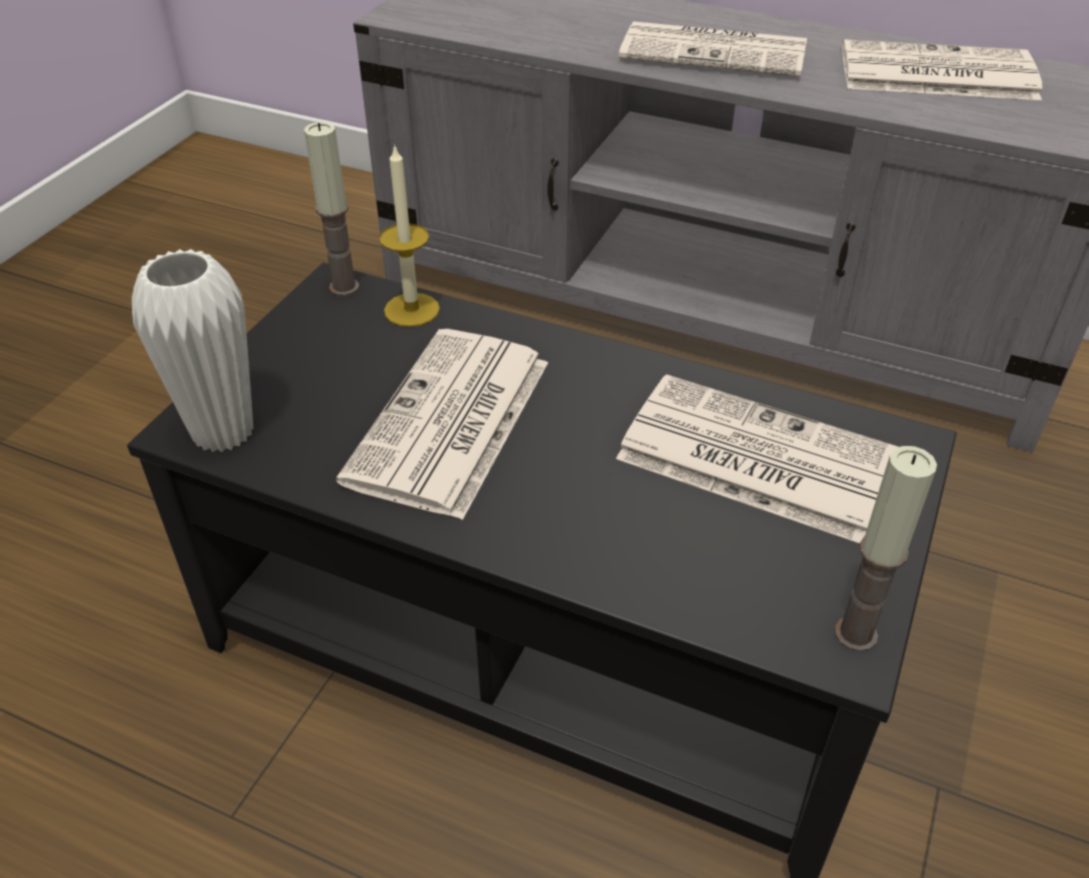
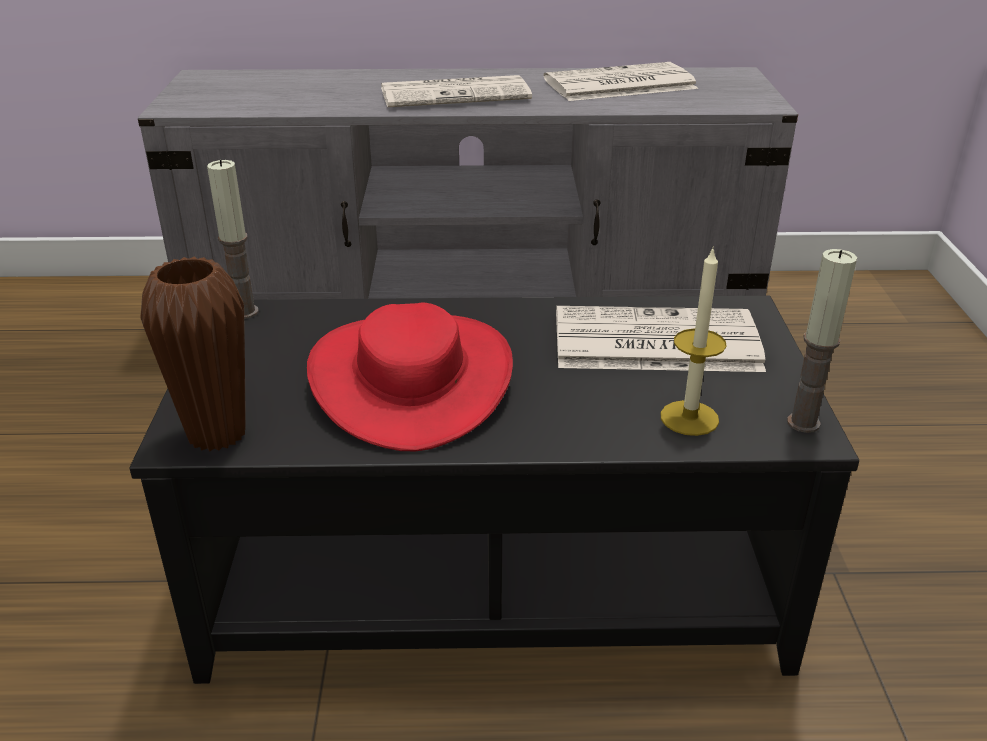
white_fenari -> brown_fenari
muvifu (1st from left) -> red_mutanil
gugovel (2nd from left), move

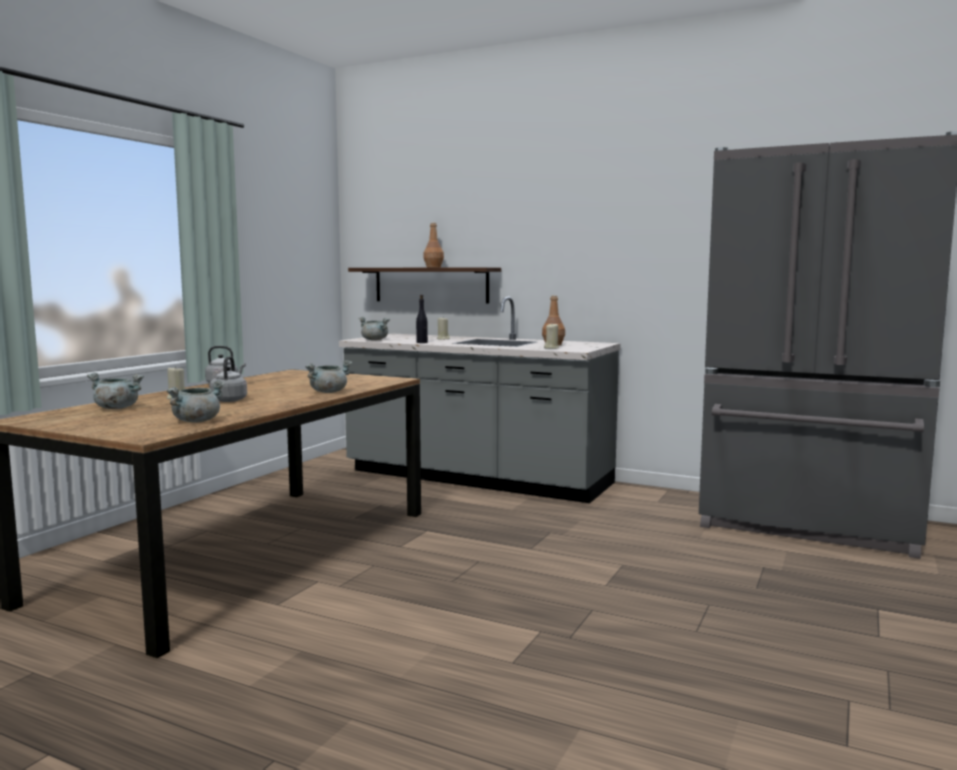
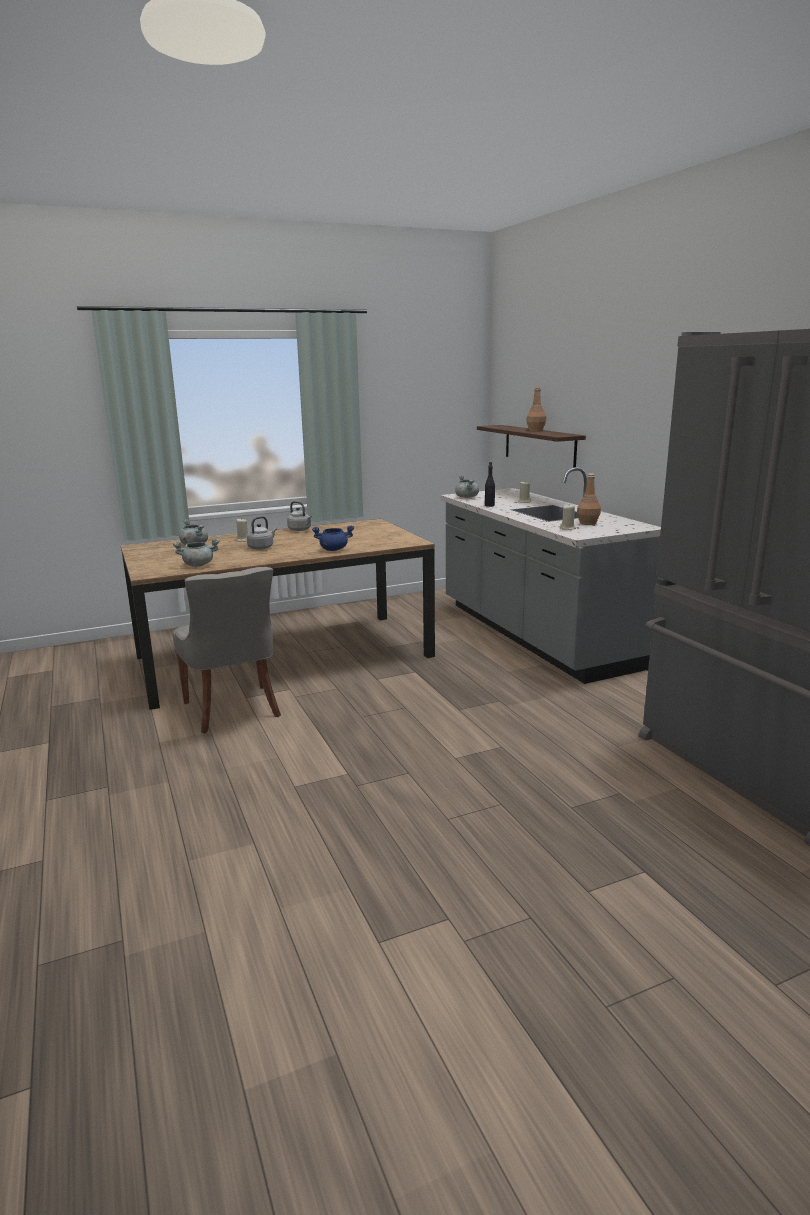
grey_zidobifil (3rd from left) -> blue_zidobifil
none -> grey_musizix

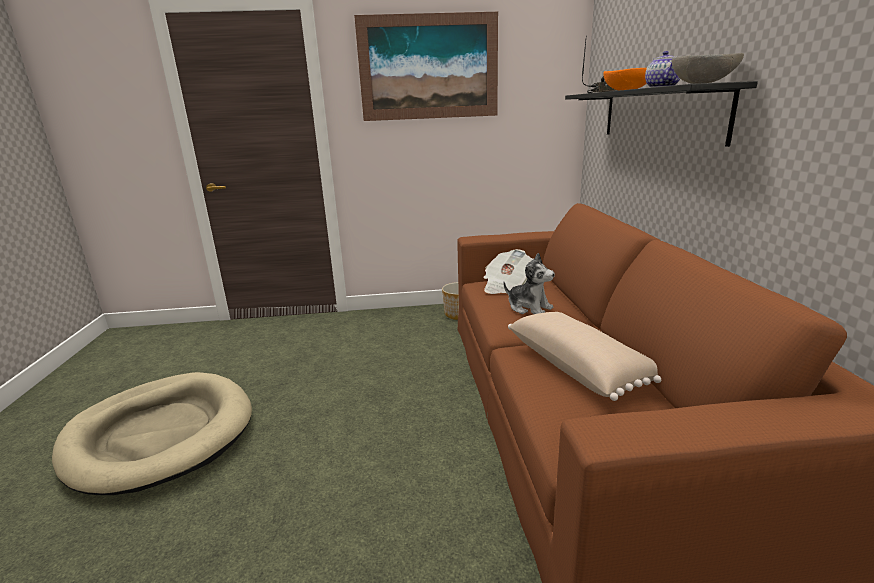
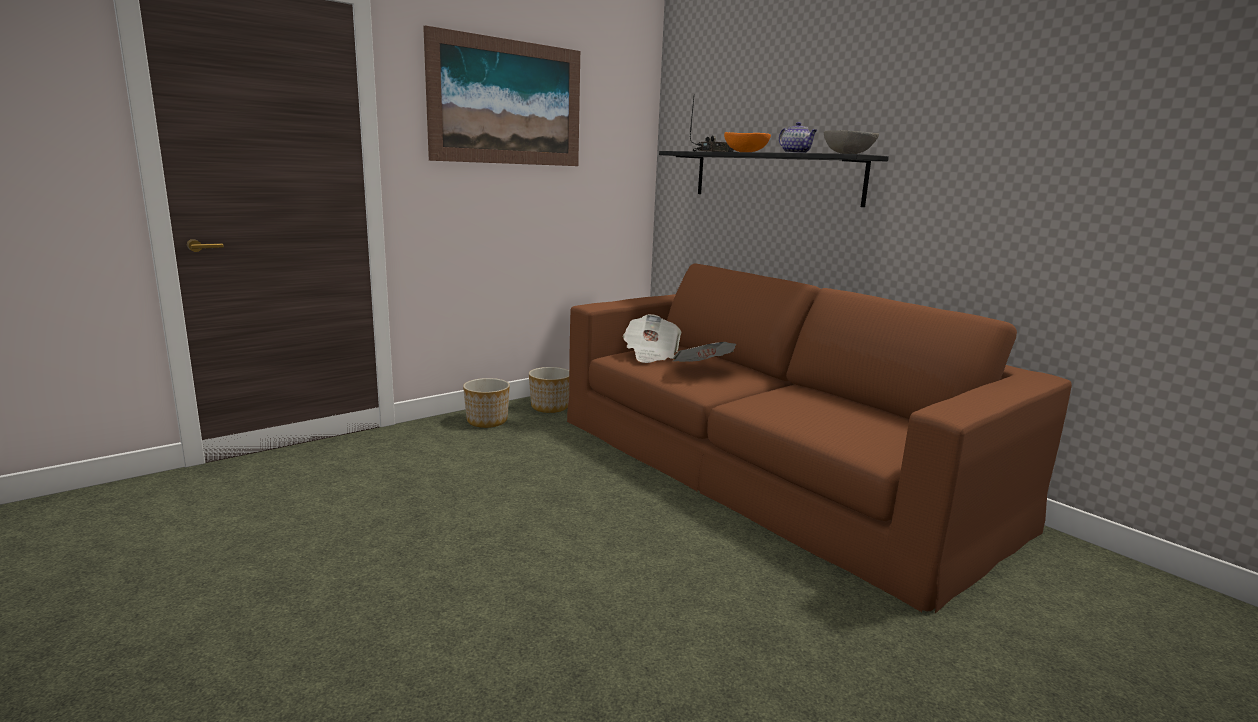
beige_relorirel -> none
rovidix -> muvifu (2nd from left)
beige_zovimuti -> none
none -> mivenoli (1st from left)

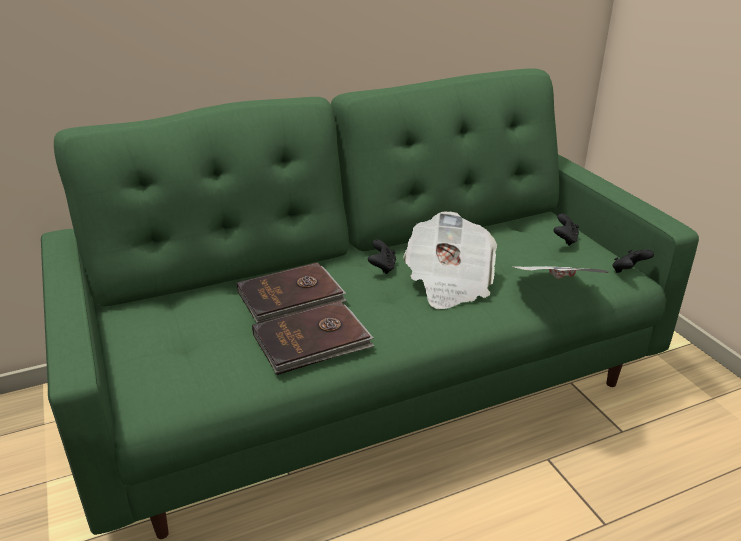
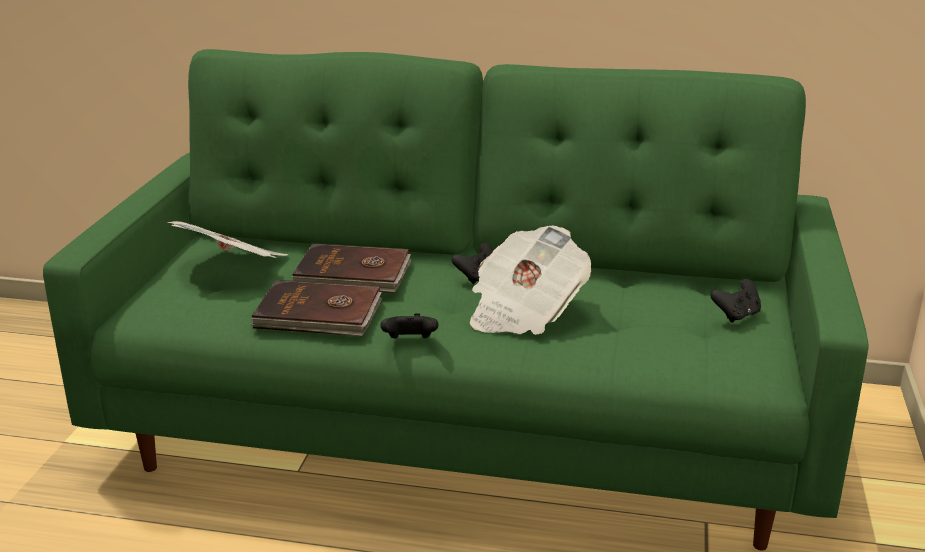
muvifu (2nd from left in the first image) -> muvifu (1st from left), move
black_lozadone (3rd from left in the first image) -> black_lozadone (1st from left), move

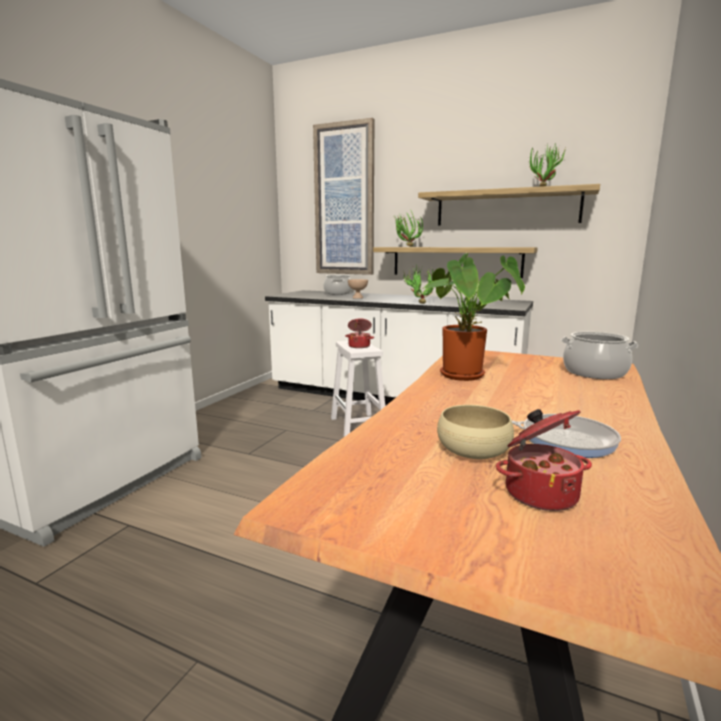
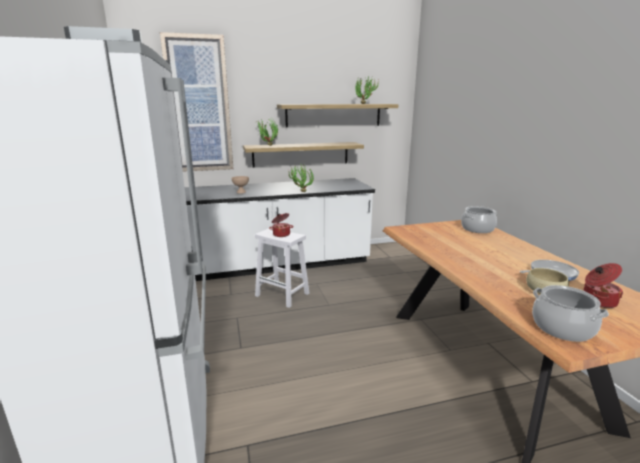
zidobifil (1st from left in the first image) -> zidobifil (3rd from left), move
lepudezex (3rd from left) -> none

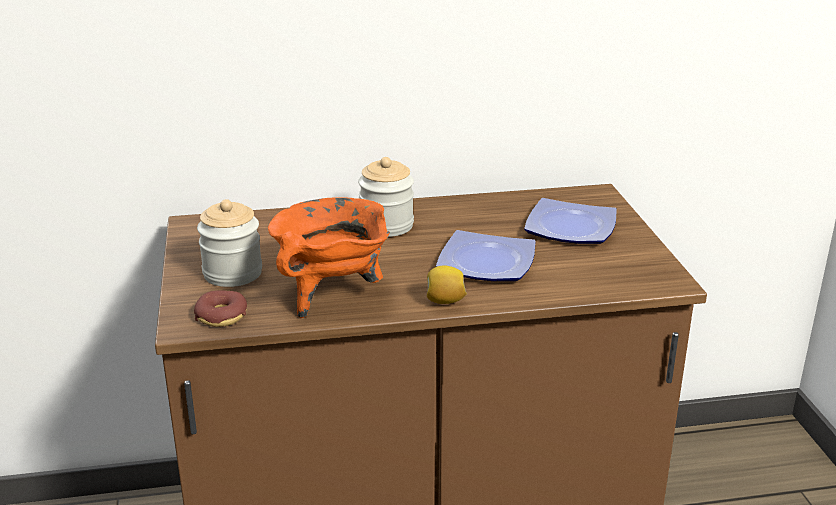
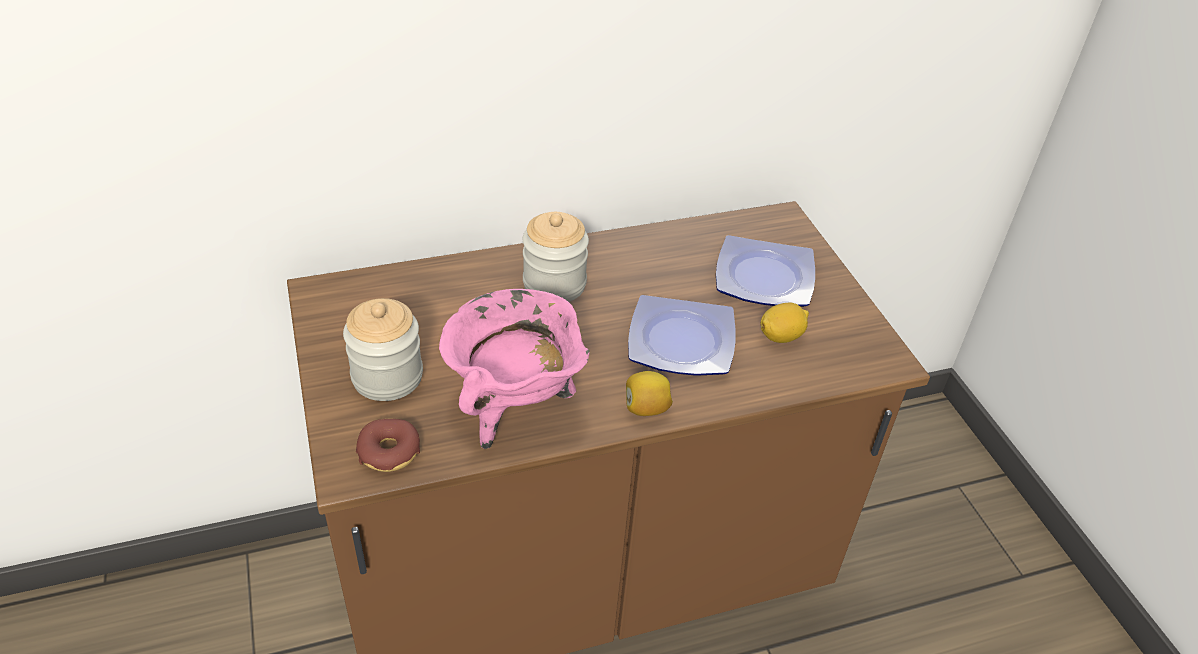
orange_zidobifil -> pink_zidobifil
none -> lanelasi (2nd from left)

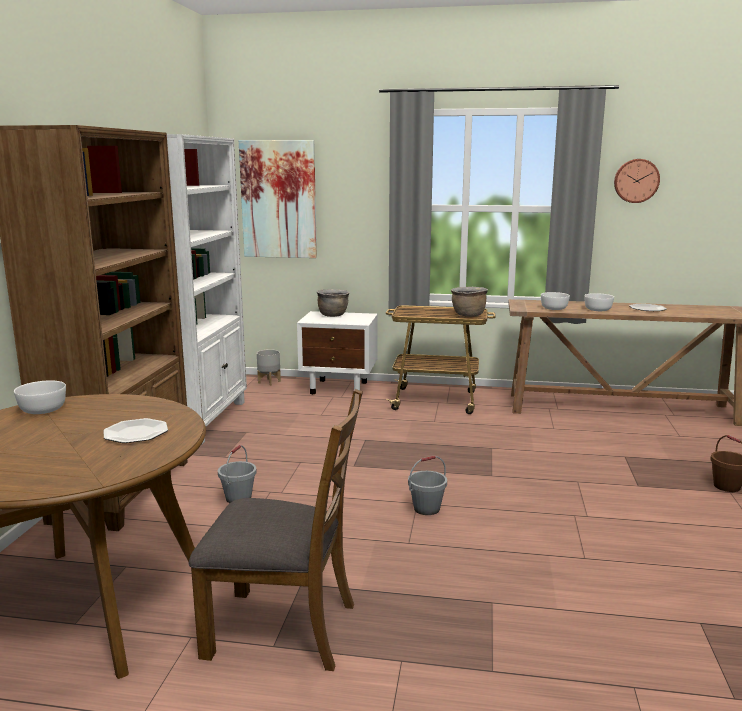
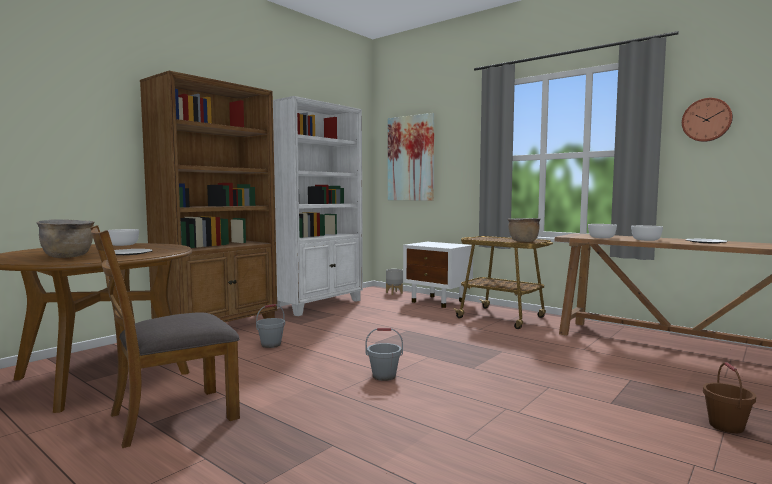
brown_musizix, 105 degrees clockwise
brown_zidobifil (1st from left), move

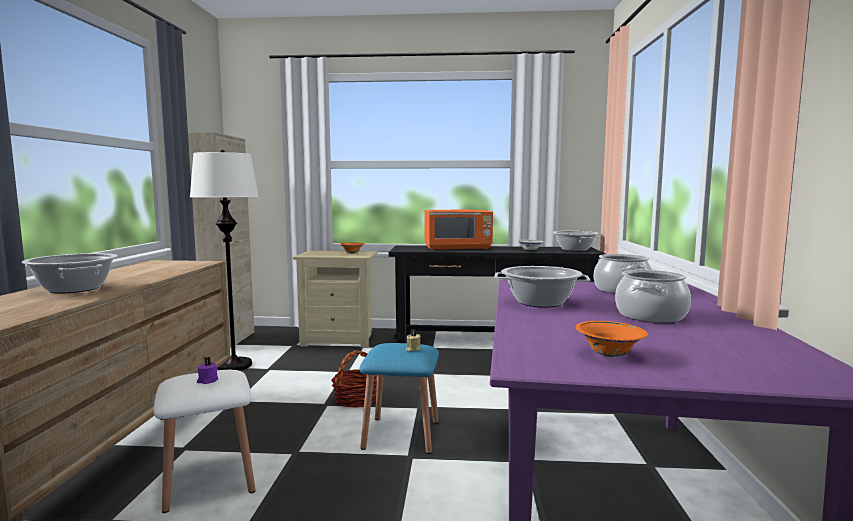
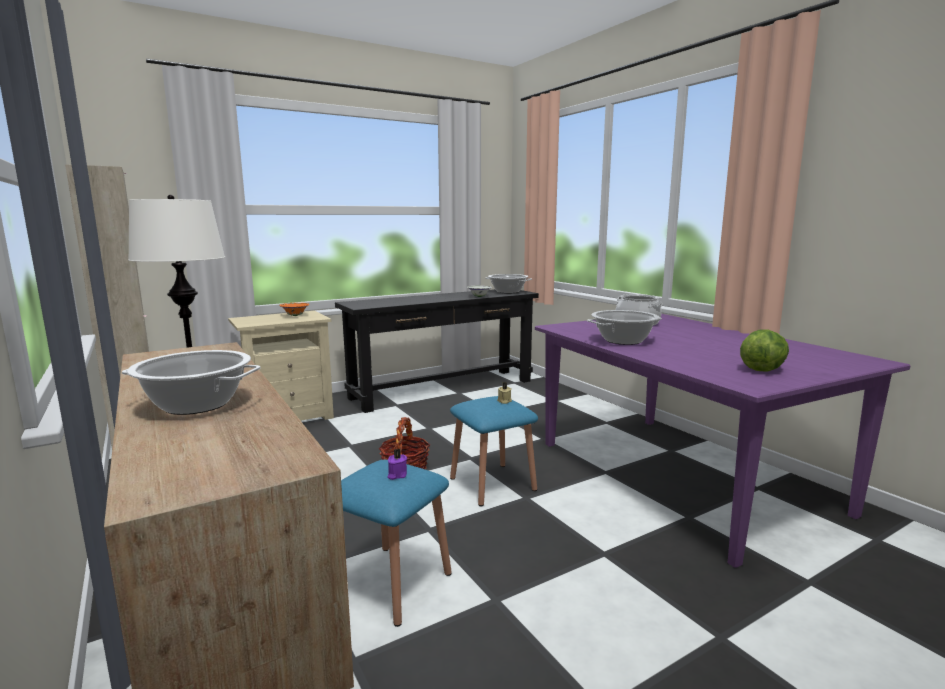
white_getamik -> blue_getamik (1st from left)
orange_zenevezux -> none
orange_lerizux (2nd from left) -> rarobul
zidobifil (5th from left) -> none

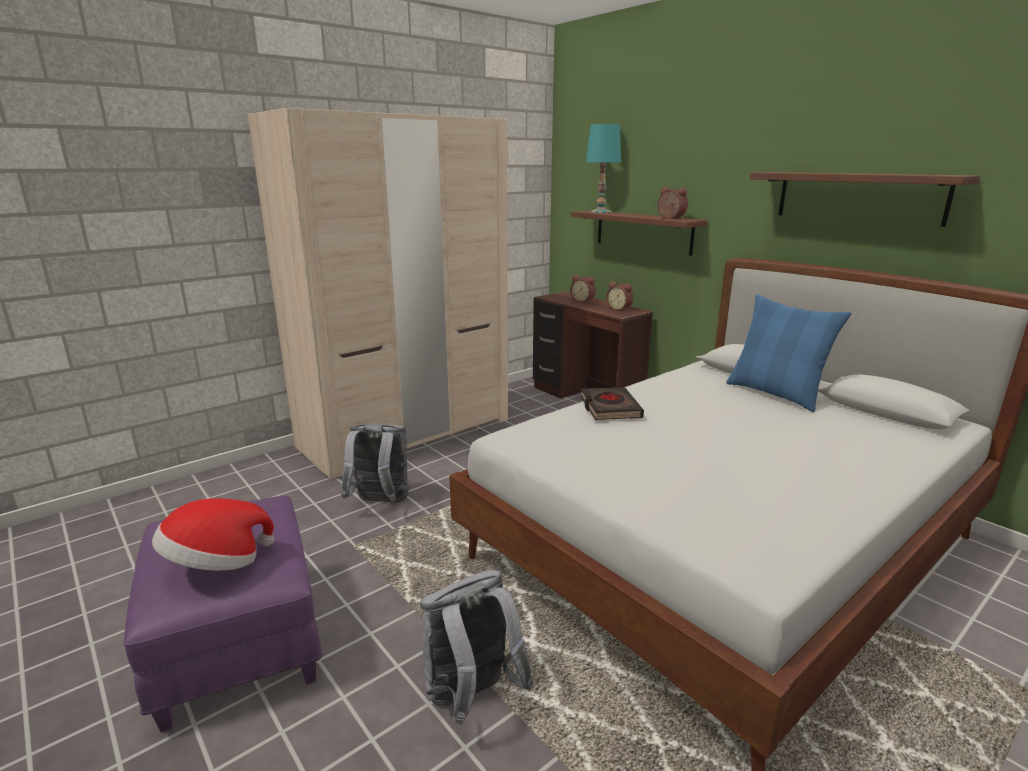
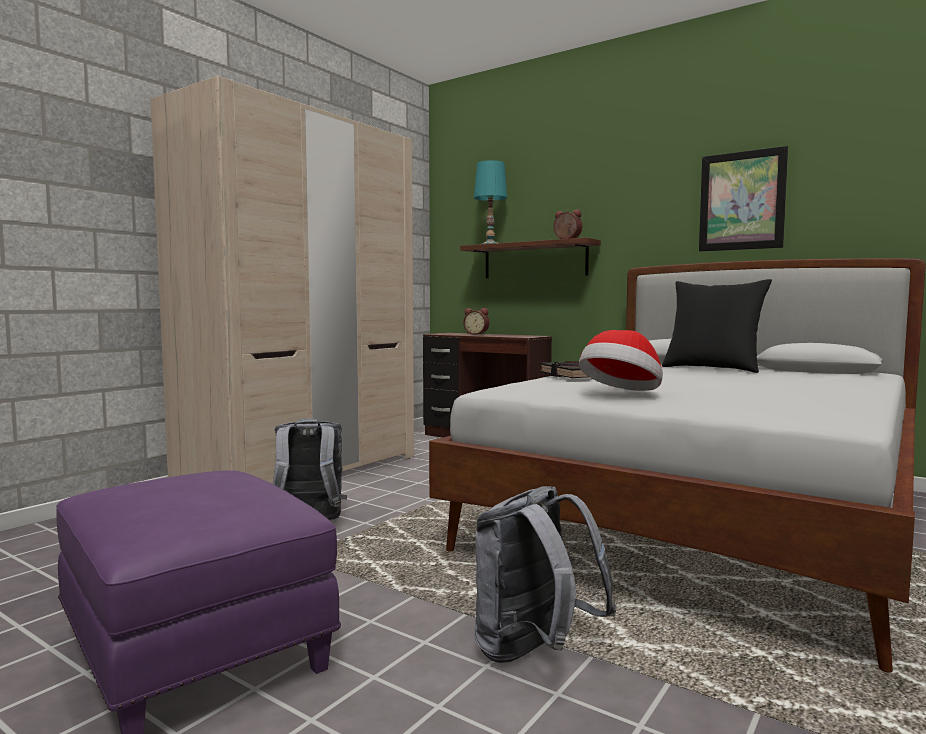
mutanil, move
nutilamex (2nd from left) -> none
blue_zovimuti -> black_zovimuti
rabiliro (2nd from left) -> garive

